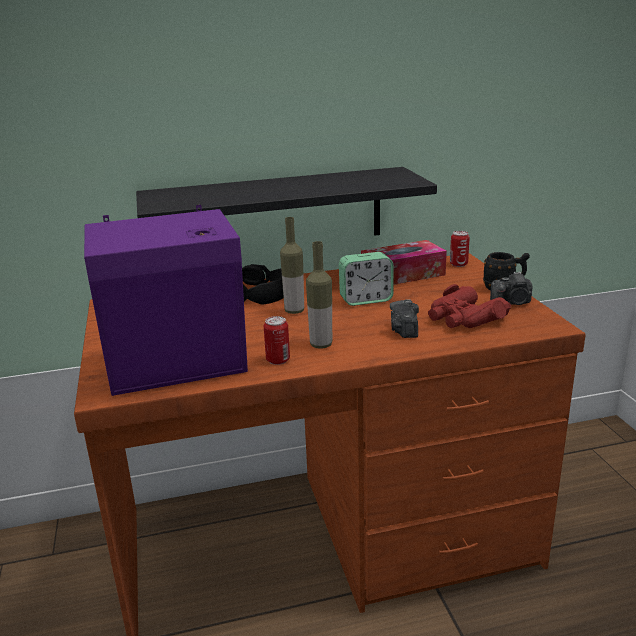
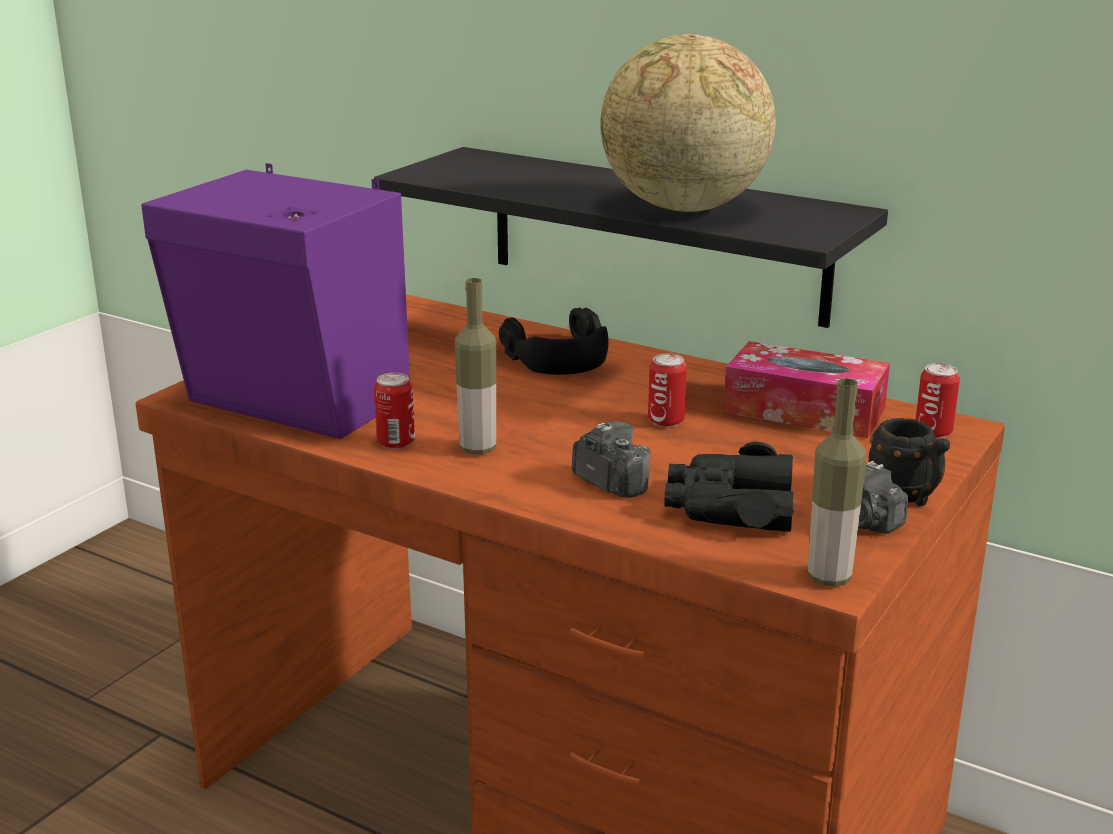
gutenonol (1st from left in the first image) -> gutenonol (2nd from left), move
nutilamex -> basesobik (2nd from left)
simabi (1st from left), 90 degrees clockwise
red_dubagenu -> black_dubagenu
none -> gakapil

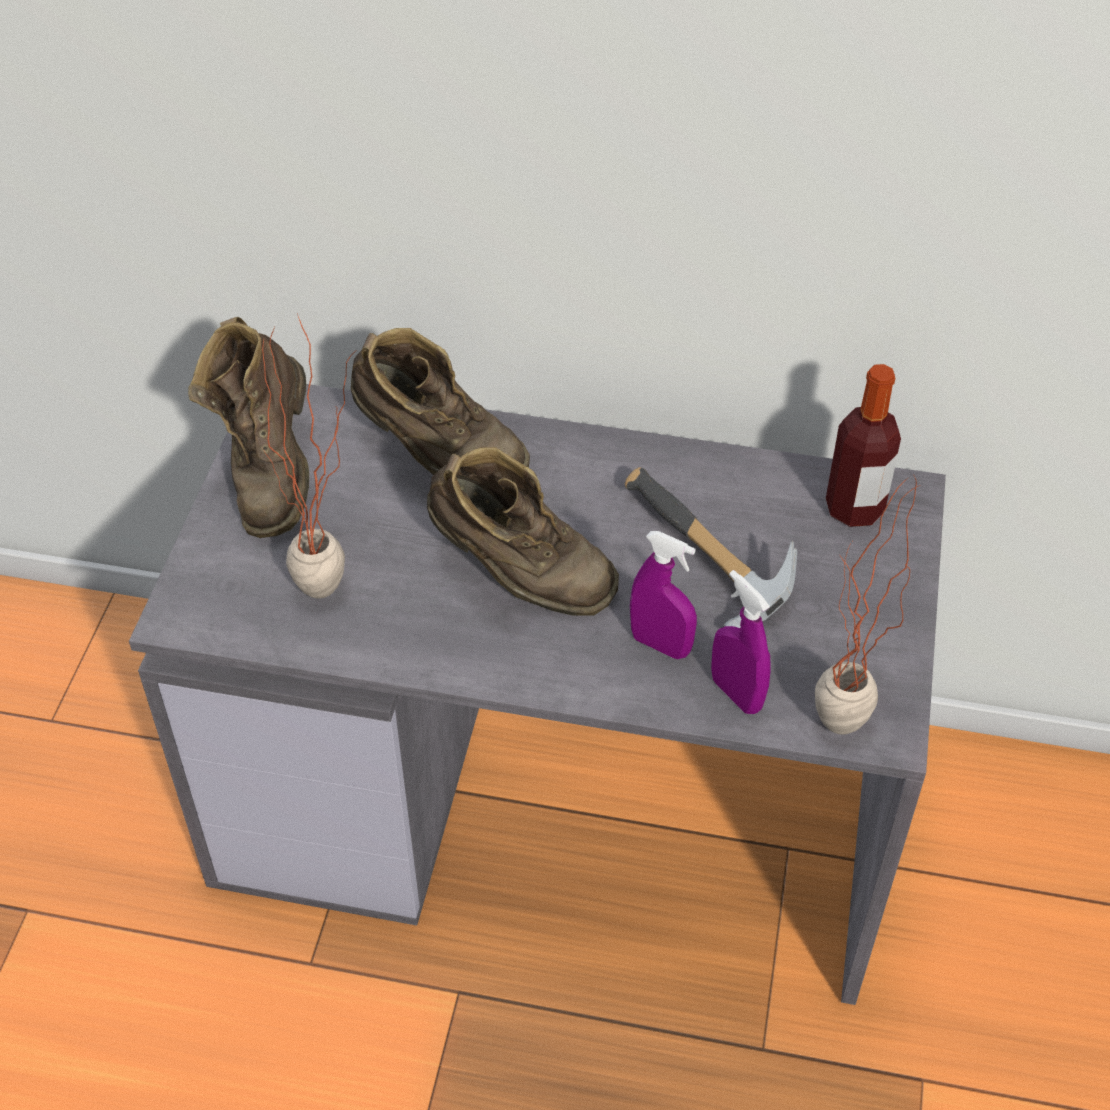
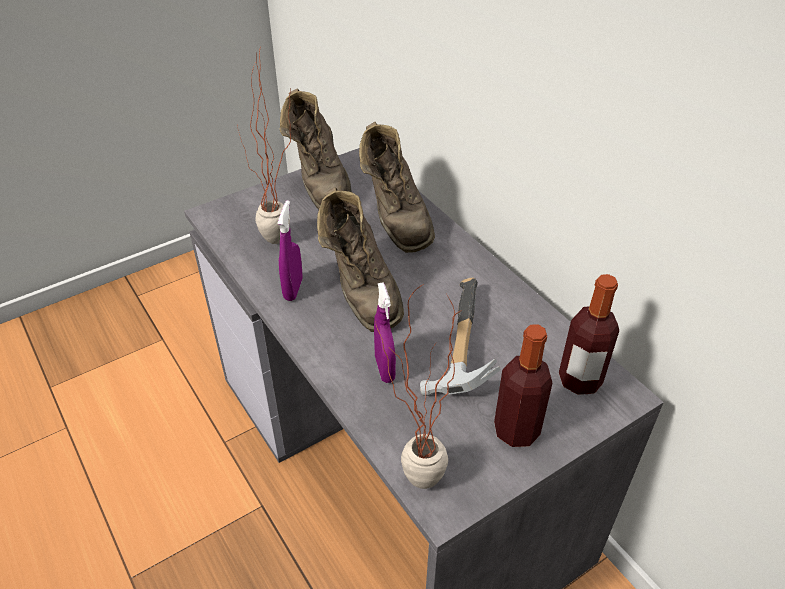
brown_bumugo (1st from left), 60 degrees counterclockwise
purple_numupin (2nd from left in the first image) -> purple_numupin (1st from left), move
none -> gutenonol (1st from left)

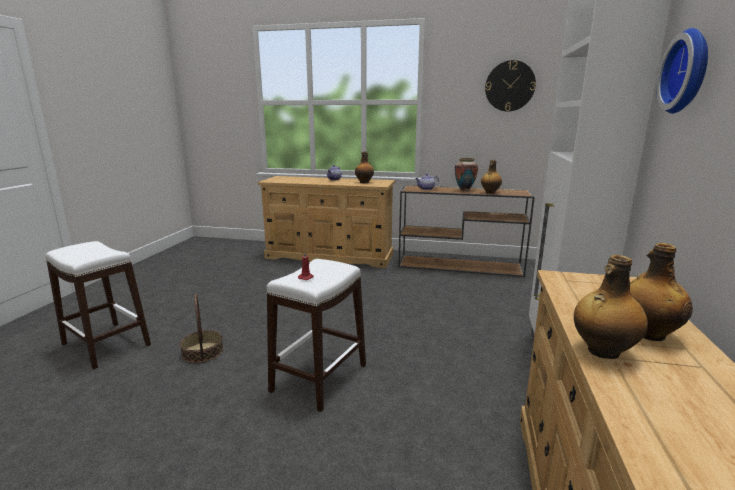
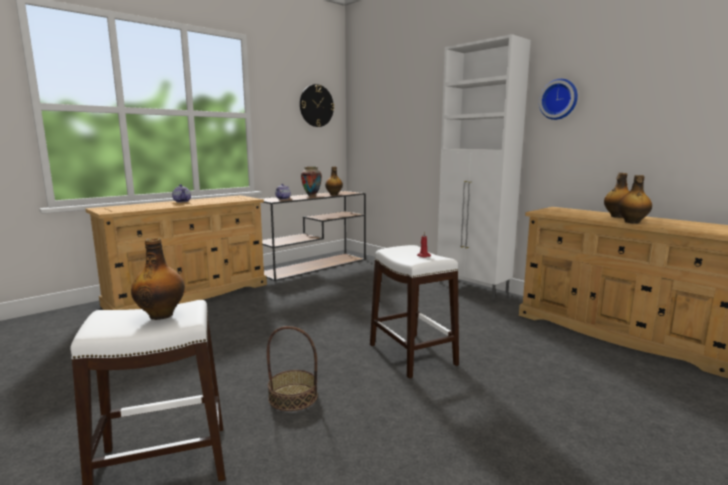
gutenonol (1st from left), move

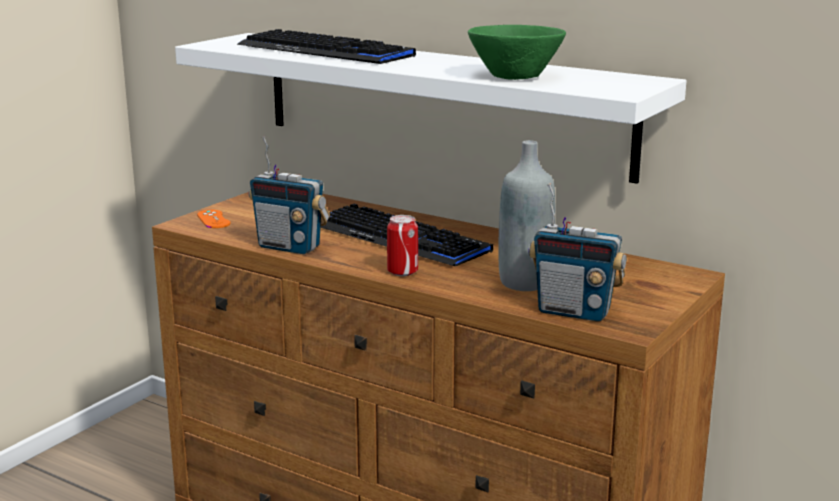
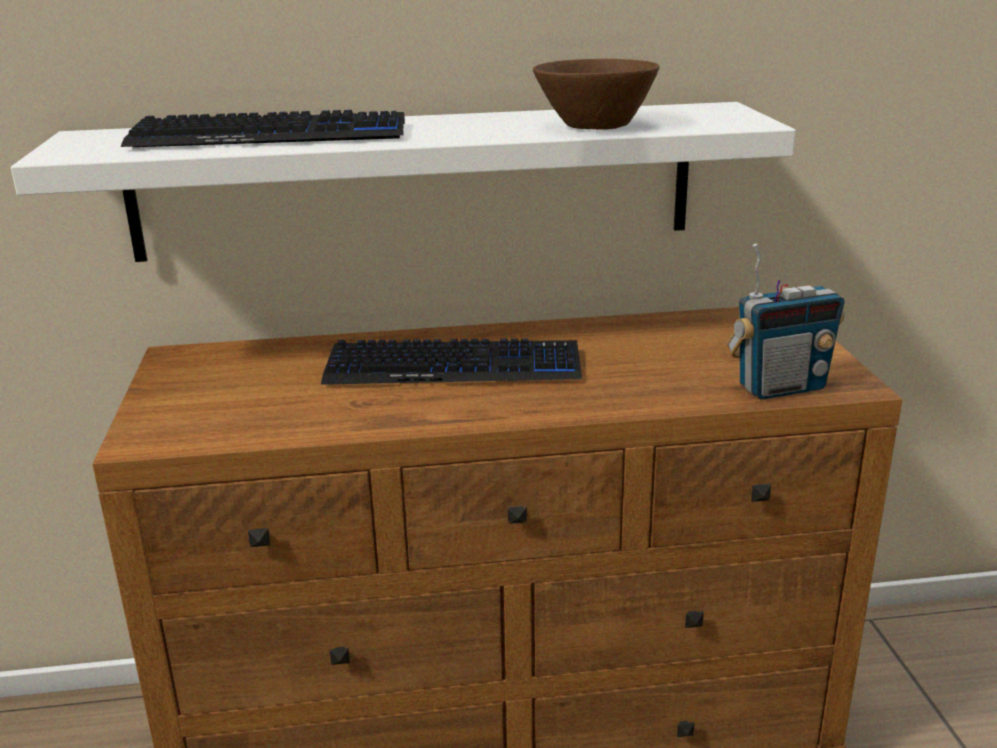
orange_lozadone -> none
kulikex (1st from left) -> none
basesobik -> none
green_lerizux -> brown_lerizux
grey_gutenonol -> none

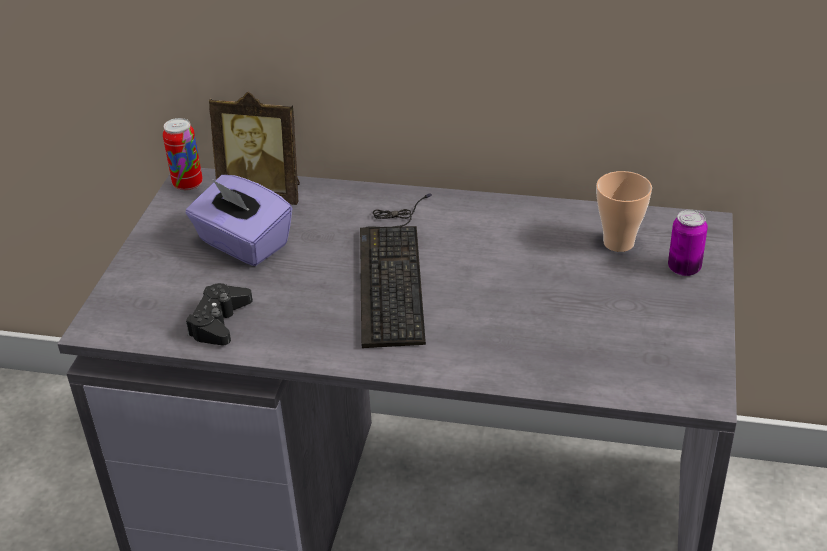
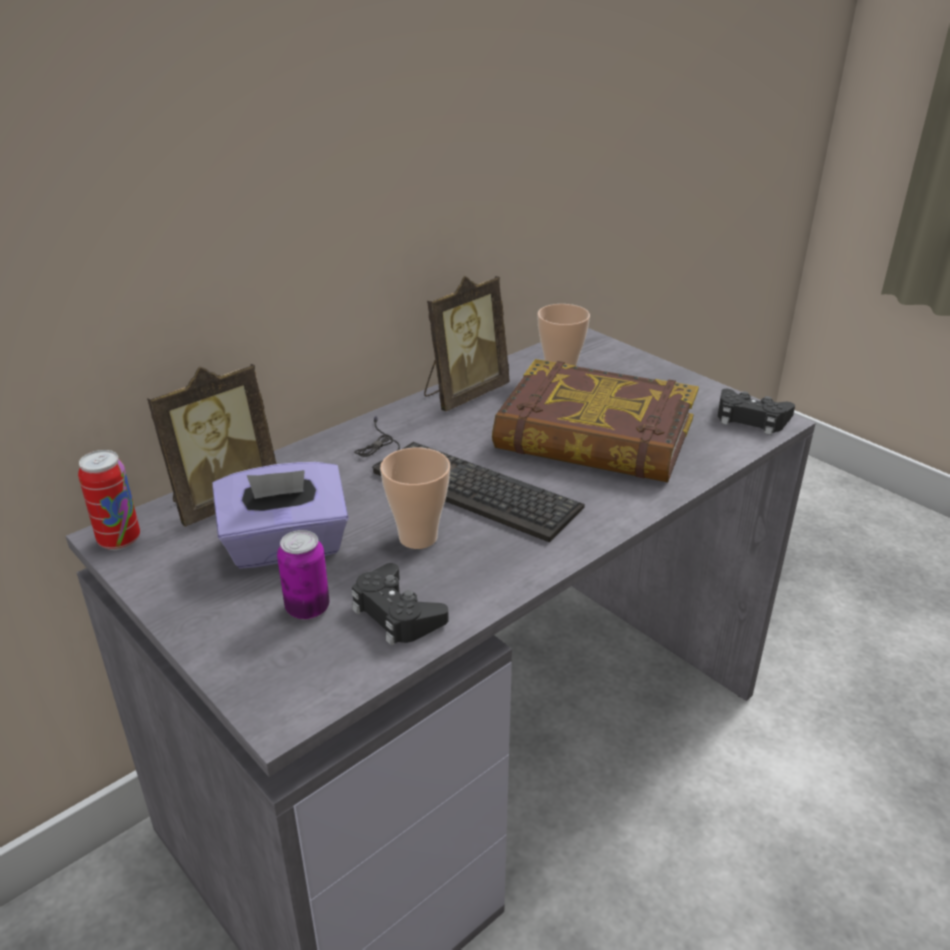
basesobik (2nd from left), move
none -> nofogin (1st from left)
none -> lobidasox (2nd from left)
none -> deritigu
none -> black_lozadone (2nd from left)

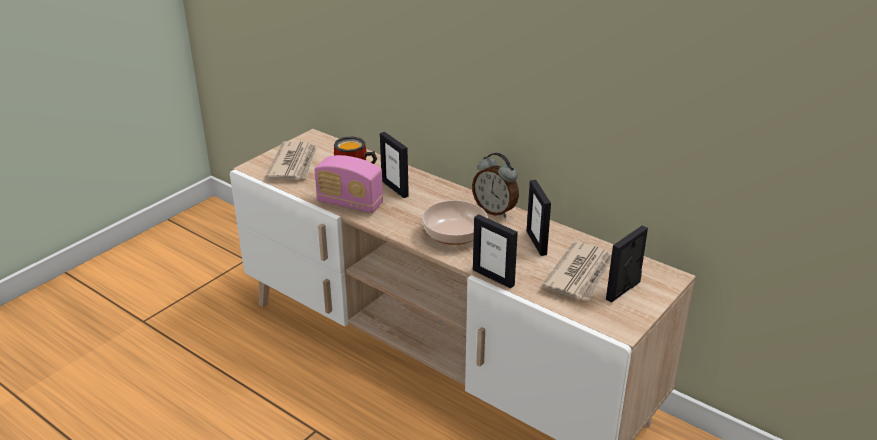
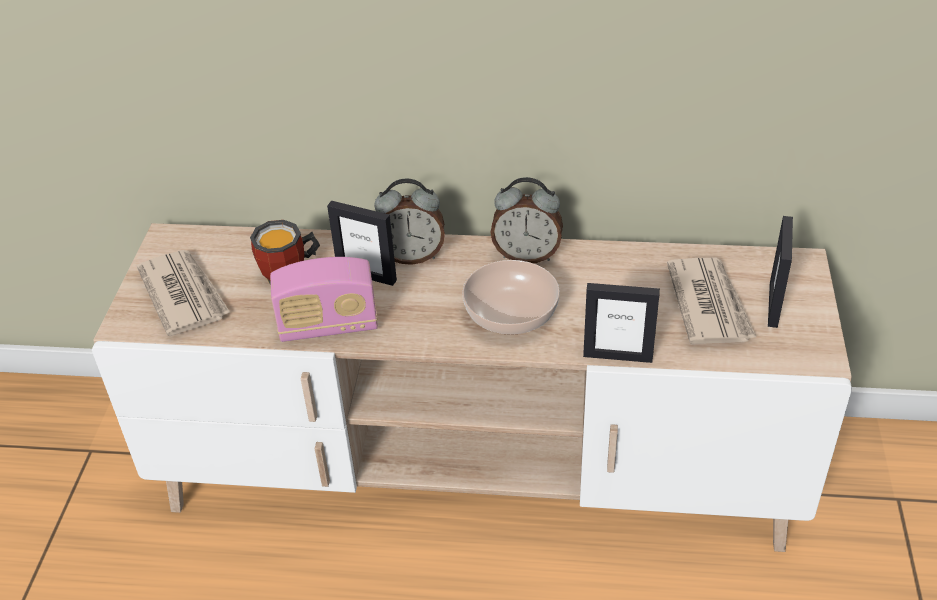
lobidasox (3rd from left) -> none
none -> nutilamex (1st from left)

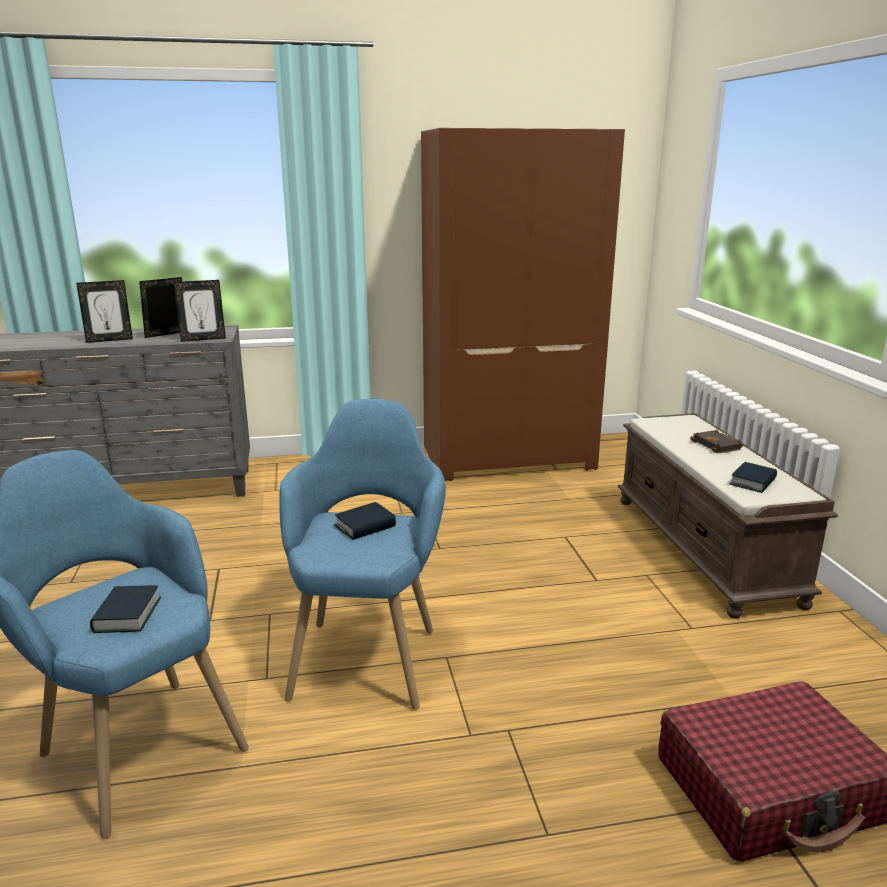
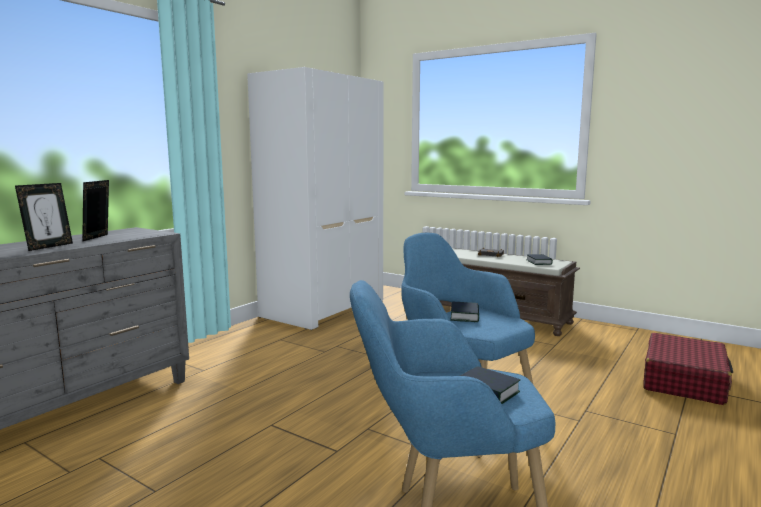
lobidasox (3rd from left) -> none
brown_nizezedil -> white_nizezedil

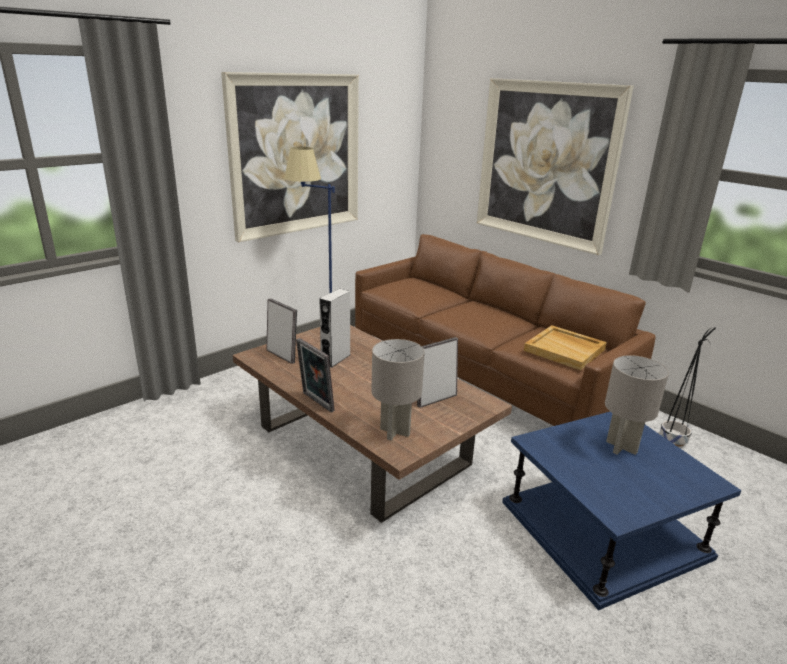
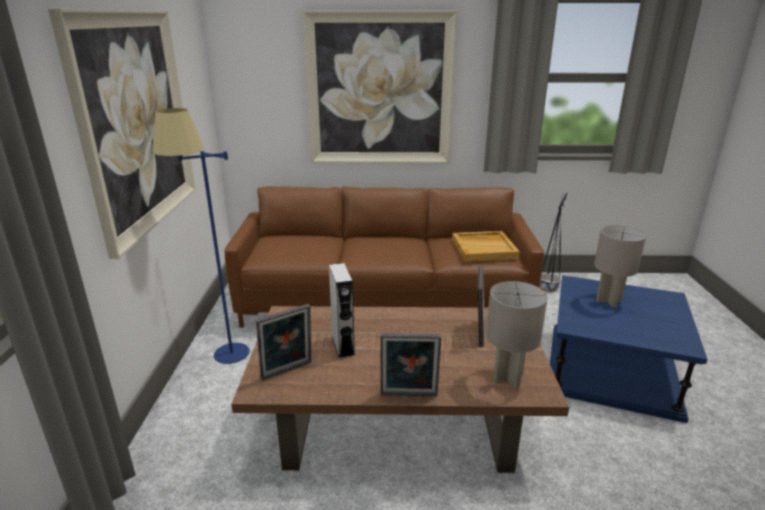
lobidasox (1st from left), 150 degrees clockwise

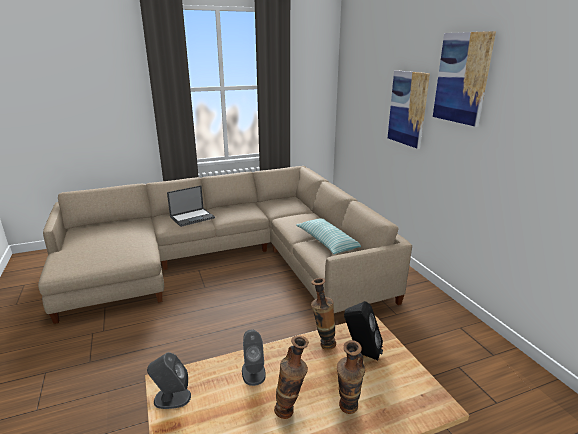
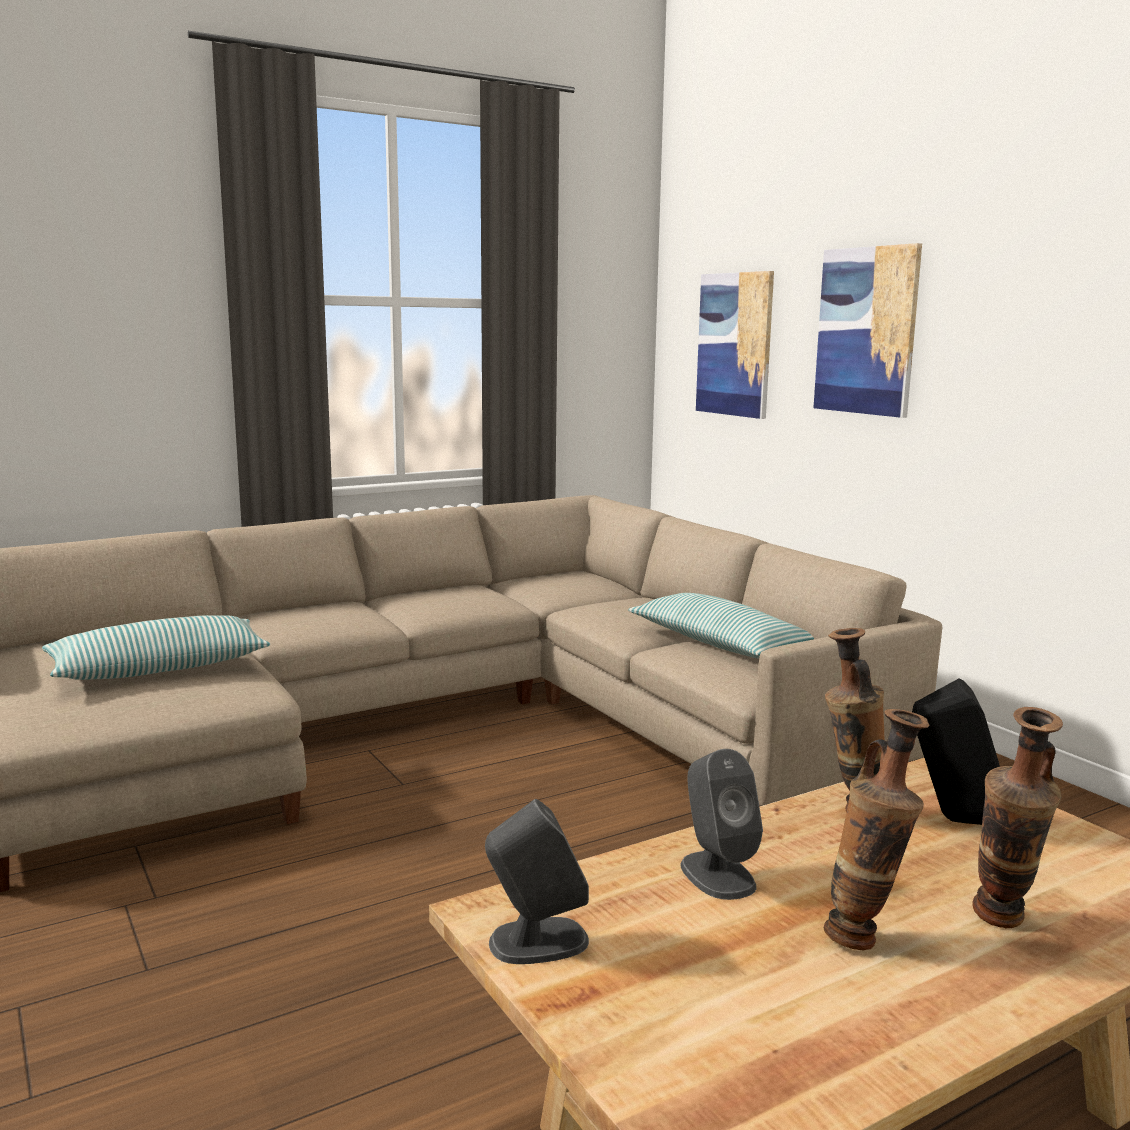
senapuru -> none
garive (2nd from left in the first image) -> garive (1st from left), move
none -> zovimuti (1st from left)

